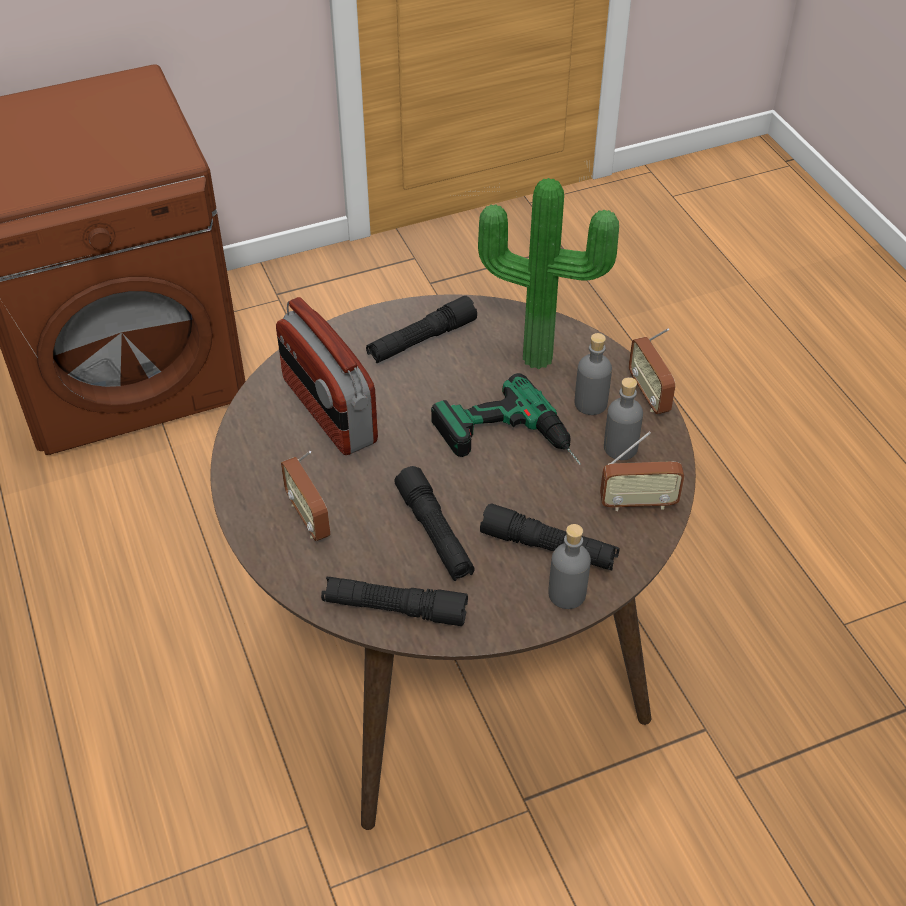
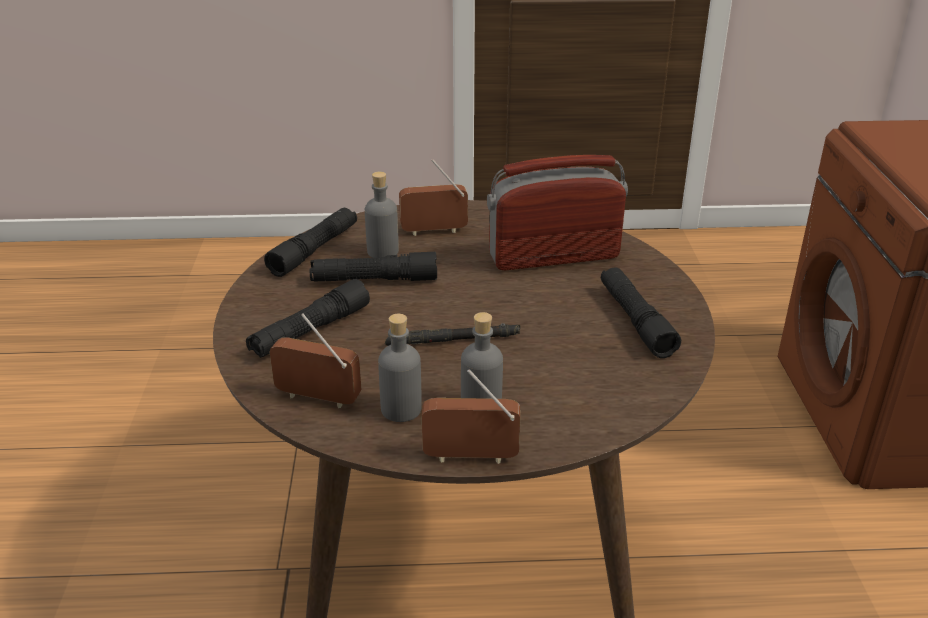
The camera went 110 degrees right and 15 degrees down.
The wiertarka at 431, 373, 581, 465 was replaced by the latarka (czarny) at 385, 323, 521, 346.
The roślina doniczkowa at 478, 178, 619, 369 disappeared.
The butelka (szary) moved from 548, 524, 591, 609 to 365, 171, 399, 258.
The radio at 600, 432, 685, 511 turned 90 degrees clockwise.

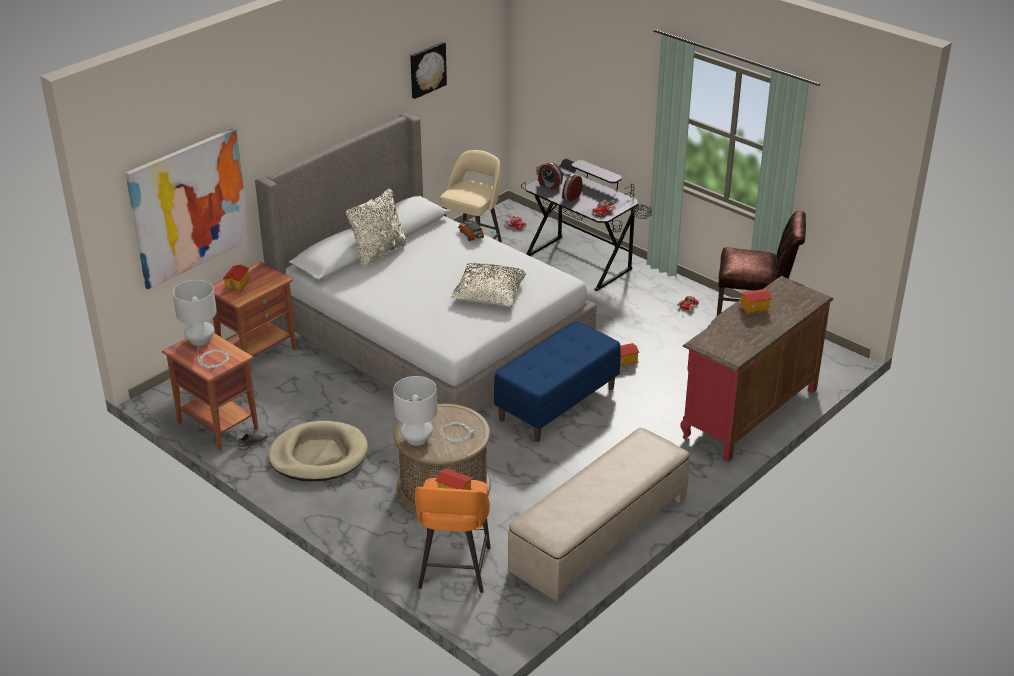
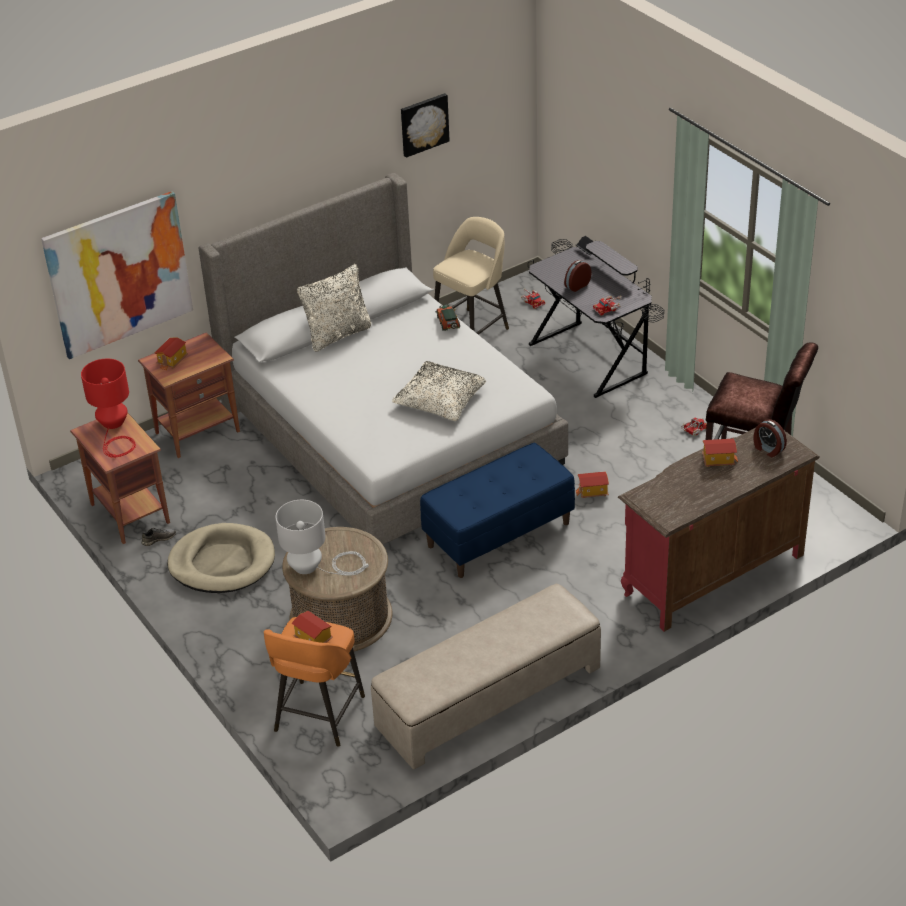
The camera went 15 degrees right and 5 degrees up.
The lampa stołowa (biały) at 173, 280, 229, 369 became the lampa stołowa (czerwony) at 81, 358, 136, 459.
The budzik moved from 538, 162, 563, 190 to 754, 419, 787, 457.

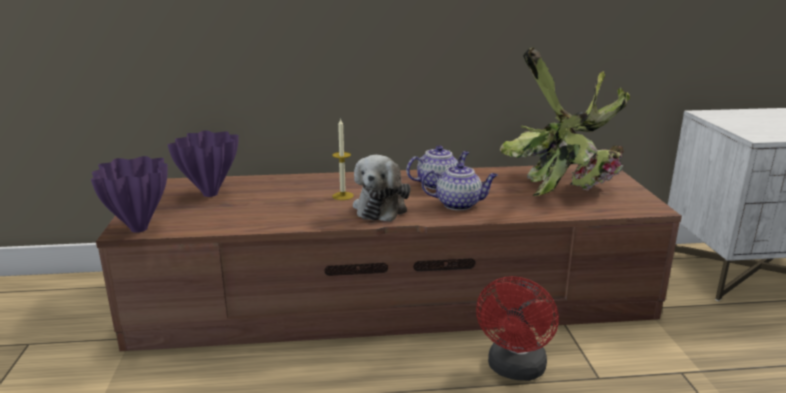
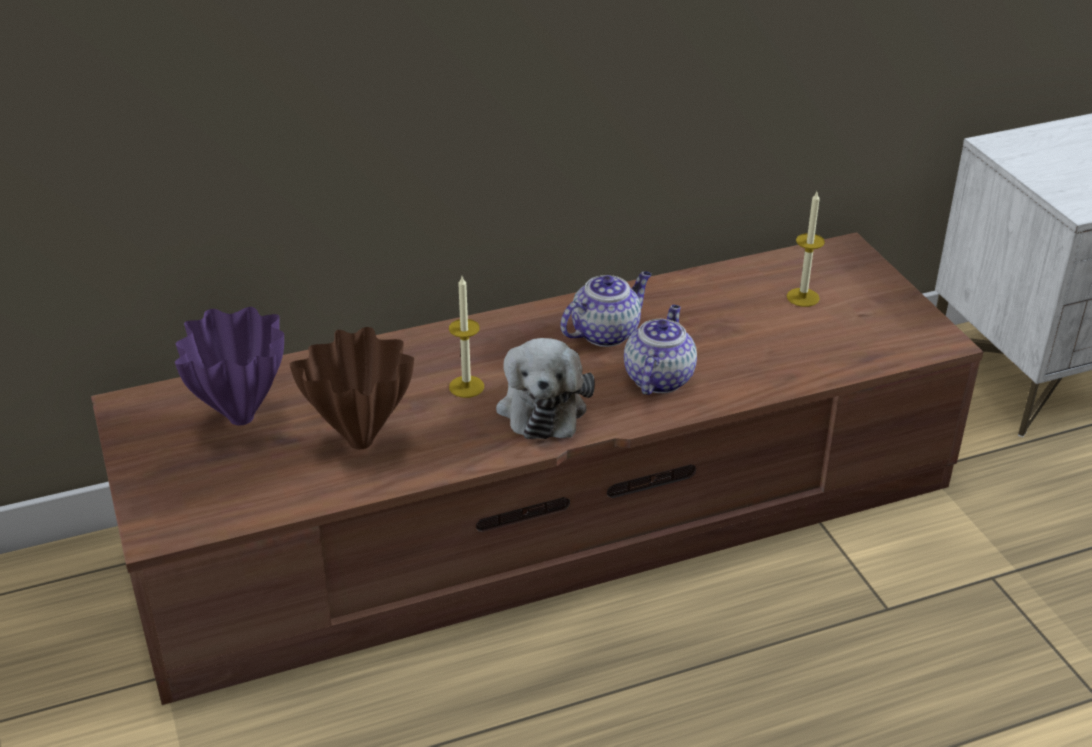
The camera went 15 degrees left and 15 degrees up.
The wazon (fioletowy) at 91, 156, 168, 233 disappeared.
The imbryk at 421, 162, 498, 210 turned 60 degrees counterclockwise.
The wentylator (czerwony) at 476, 276, 559, 381 disappeared.
The roślina doniczkowa at 500, 48, 630, 196 was replaced by the świeca at 787, 192, 825, 307.
The wazon (brązowy) at 289, 327, 414, 449 appeared.

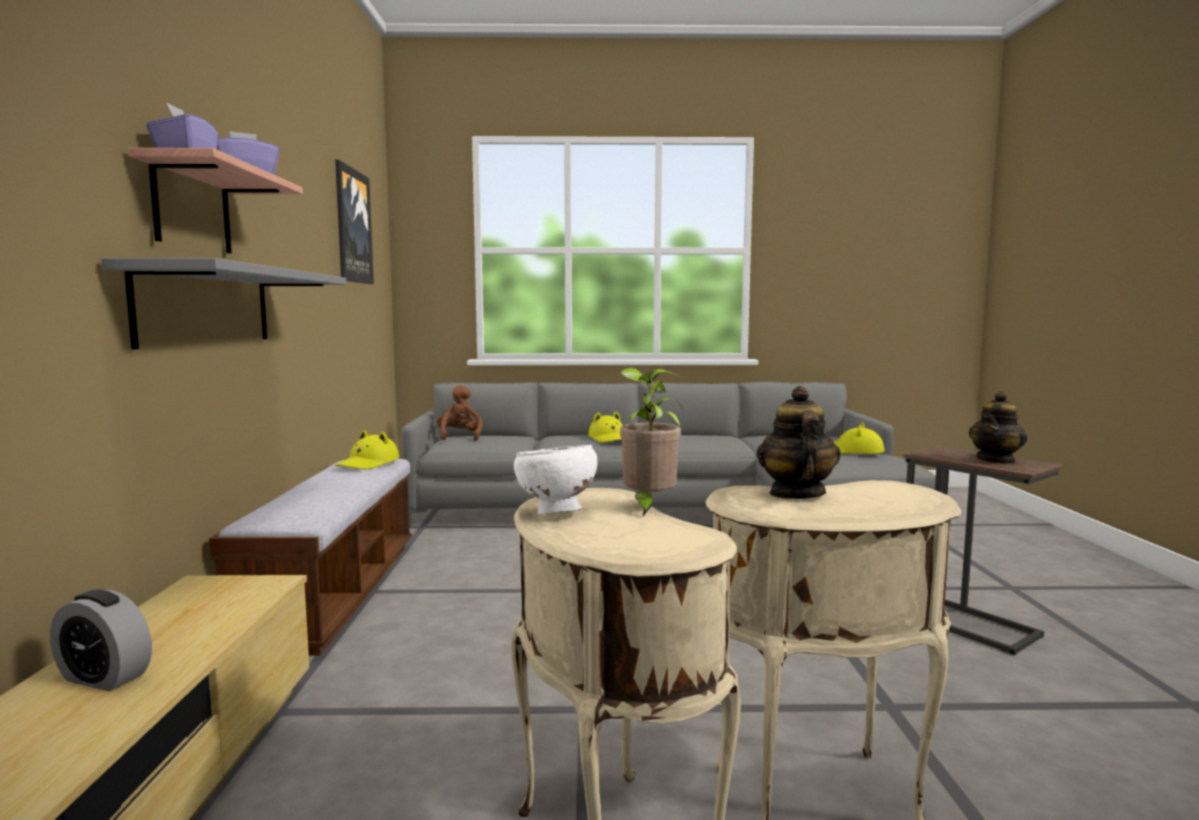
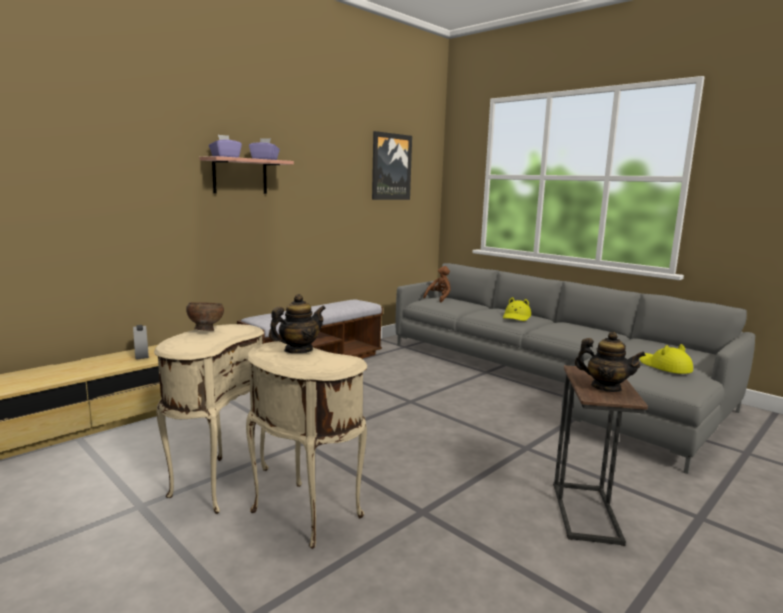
The camera went 45 degrees right and 5 degrees up.
The półka (szary) at 101, 258, 346, 349 disappeared.
The kapelusz (żółty) at 335, 430, 399, 469 disappeared.
The miska (biały) at 514, 445, 597, 514 became the miska (brązowy) at 186, 302, 224, 331.
The roślina doniczkowa at 619, 368, 683, 516 disappeared.
The imbryk at 969, 391, 1027, 464 turned 150 degrees counterclockwise.

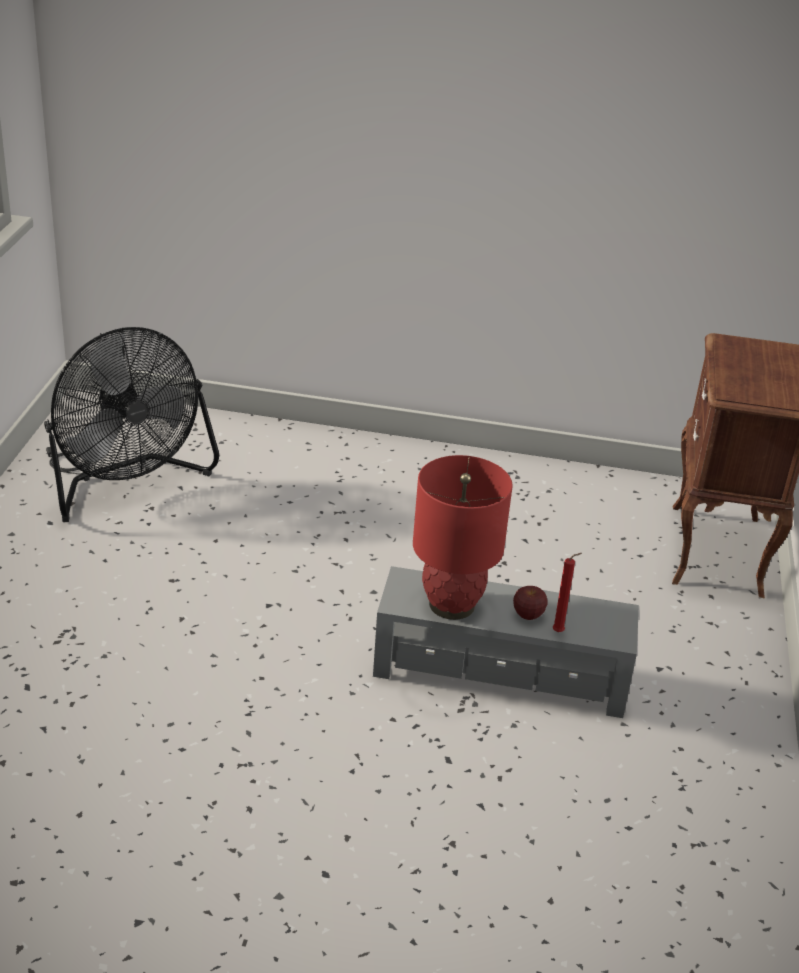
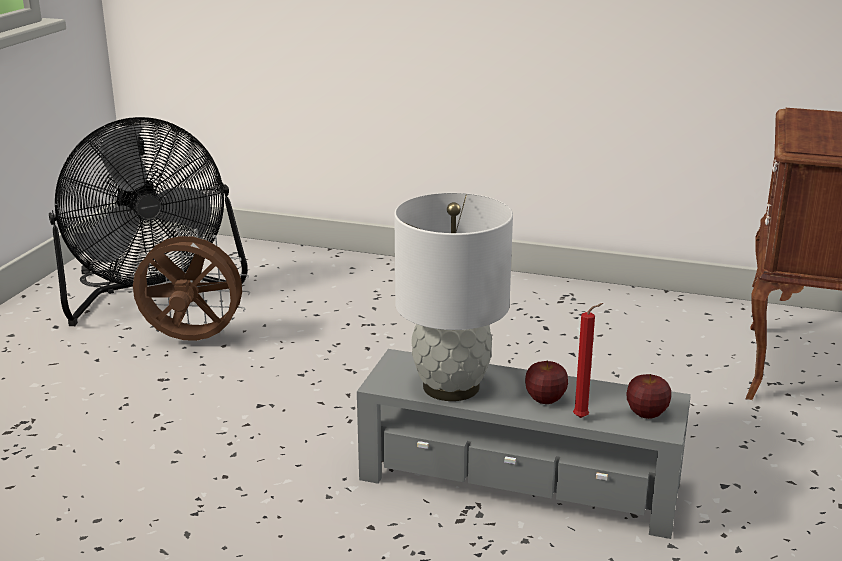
The camera went 10 degrees right and 10 degrees down.
The lampa stołowa (czerwony) at 413, 455, 513, 620 became the lampa stołowa (biały) at 394, 193, 513, 401.
The wentylator (brązowy) at 133, 228, 250, 341 appeared.
The jabłko at 626, 374, 671, 419 appeared.

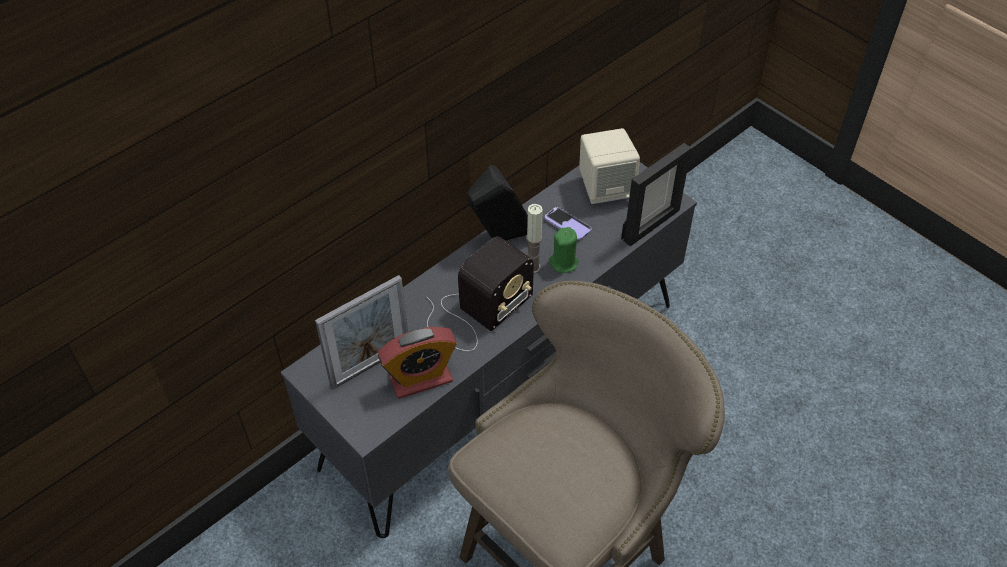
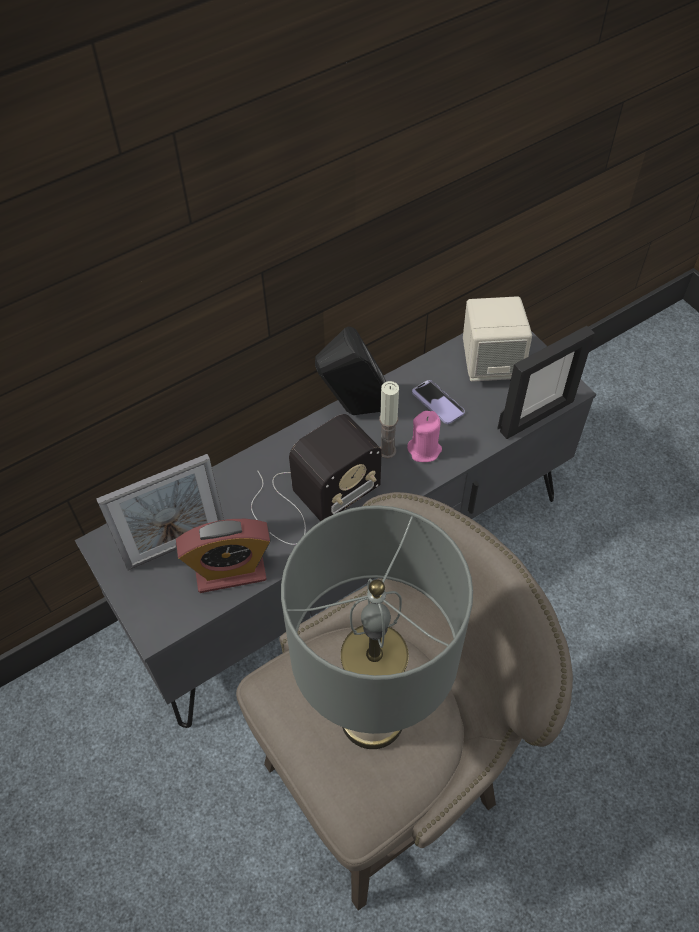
The camera went 10 degrees right and 5 degrees up.
The świeca (zielony) at 549, 227, 579, 273 became the świeca (różowy) at 407, 411, 442, 462.
The lampa stołowa (szary) at 281, 505, 473, 749 appeared.

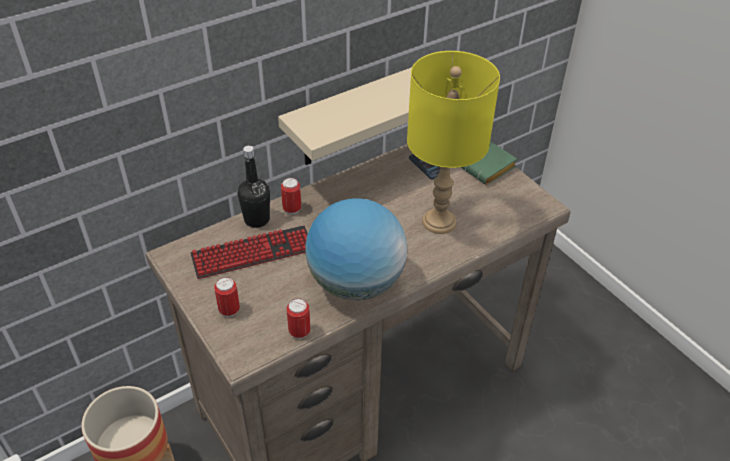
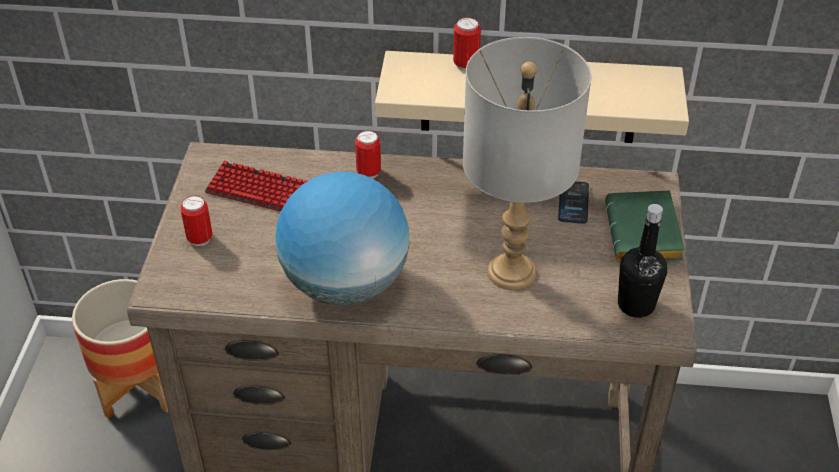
The camera went 40 degrees right and 0 degrees up.
The butelka (czarny) moved from 238, 146, 270, 228 to 618, 204, 667, 318.
The puszka moved from 287, 298, 311, 339 to 453, 17, 481, 71.
The lampa stołowa (żółty) at 407, 51, 500, 234 became the lampa stołowa (szary) at 463, 37, 591, 290.

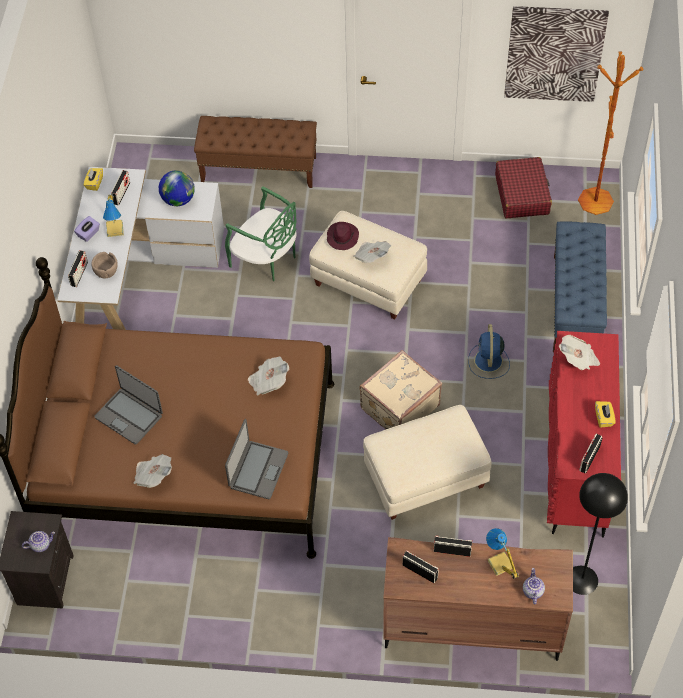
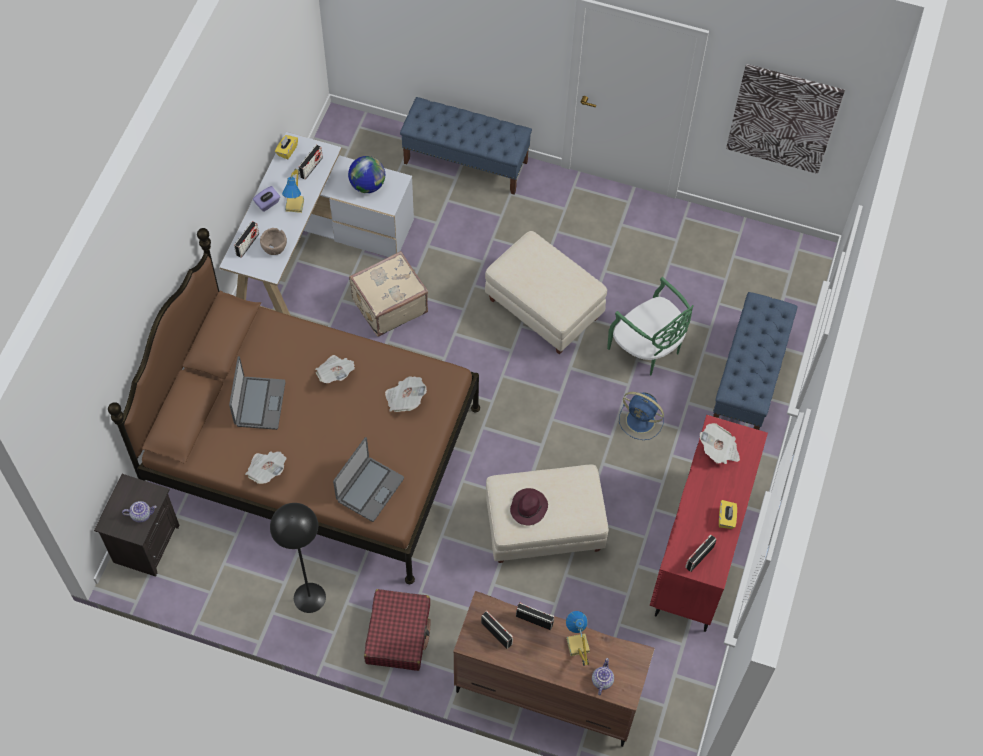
The camera went 10 degrees right and 5 degrees up.
The laptop at 94, 365, 163, 445 turned 135 degrees counterclockwise.
The ławka (brązowy) at 194, 116, 317, 188 became the ławka (niebieski) at 400, 97, 532, 195.
The krzesło (zielony) moved from 225, 186, 297, 281 to 607, 277, 693, 375.
The kapelusz (fioletowy) moved from 327, 222, 359, 250 to 510, 488, 548, 526.
The gazeta moved from 353, 241, 391, 263 to 315, 355, 355, 383.
The walizka (beżowy) moved from 360, 350, 442, 429 to 349, 251, 428, 337.
The wentylator (niebieski) at 468, 324, 510, 379 turned 75 degrees counterclockwise.
The walizka (czerwony) moved from 495, 157, 552, 218 to 364, 589, 431, 671.
The lampa stojąca (czarny) moved from 573, 473, 628, 595 to 270, 503, 326, 613.
The wieszak (pomarańczowy) at 578, 51, 644, 215 disappeared.

